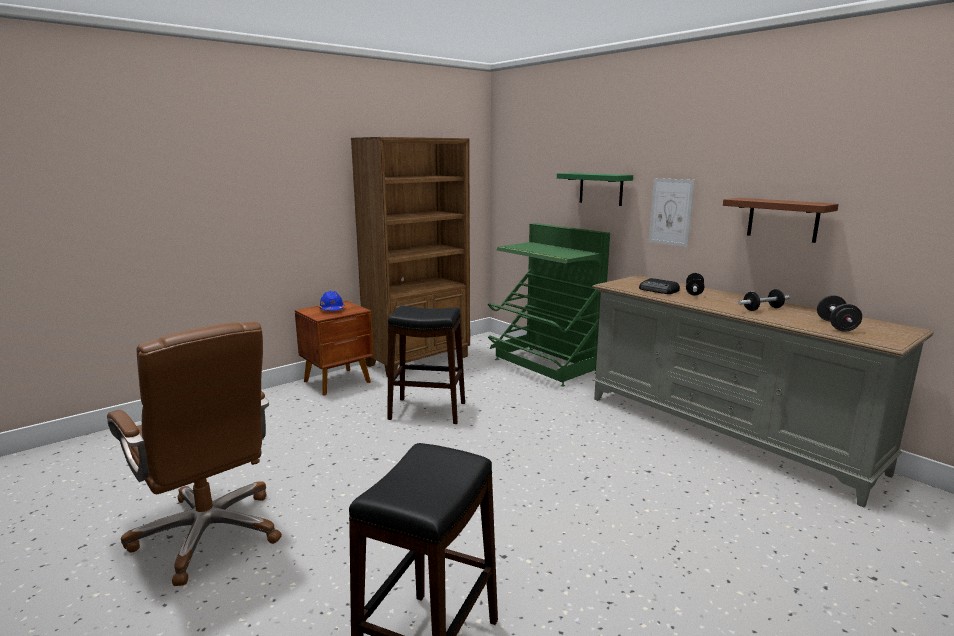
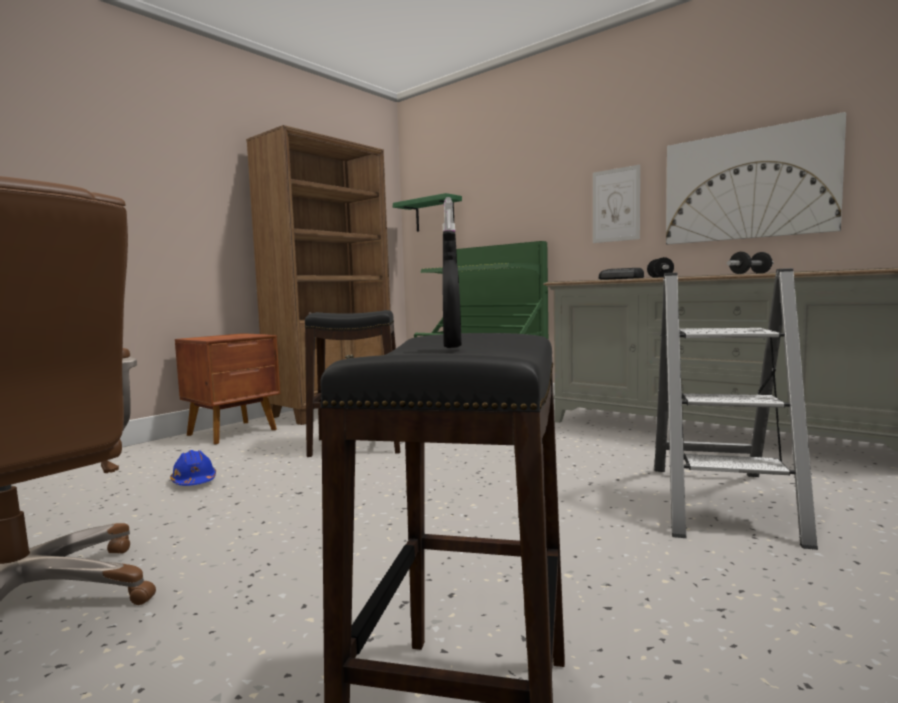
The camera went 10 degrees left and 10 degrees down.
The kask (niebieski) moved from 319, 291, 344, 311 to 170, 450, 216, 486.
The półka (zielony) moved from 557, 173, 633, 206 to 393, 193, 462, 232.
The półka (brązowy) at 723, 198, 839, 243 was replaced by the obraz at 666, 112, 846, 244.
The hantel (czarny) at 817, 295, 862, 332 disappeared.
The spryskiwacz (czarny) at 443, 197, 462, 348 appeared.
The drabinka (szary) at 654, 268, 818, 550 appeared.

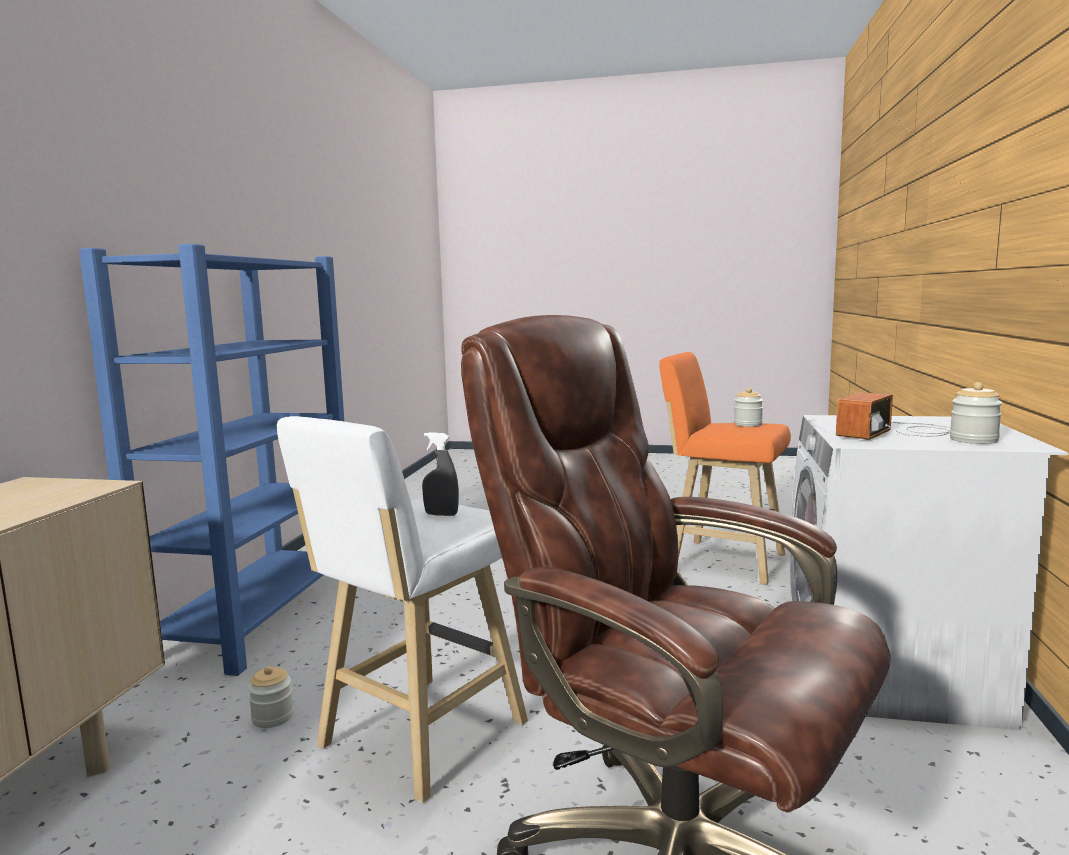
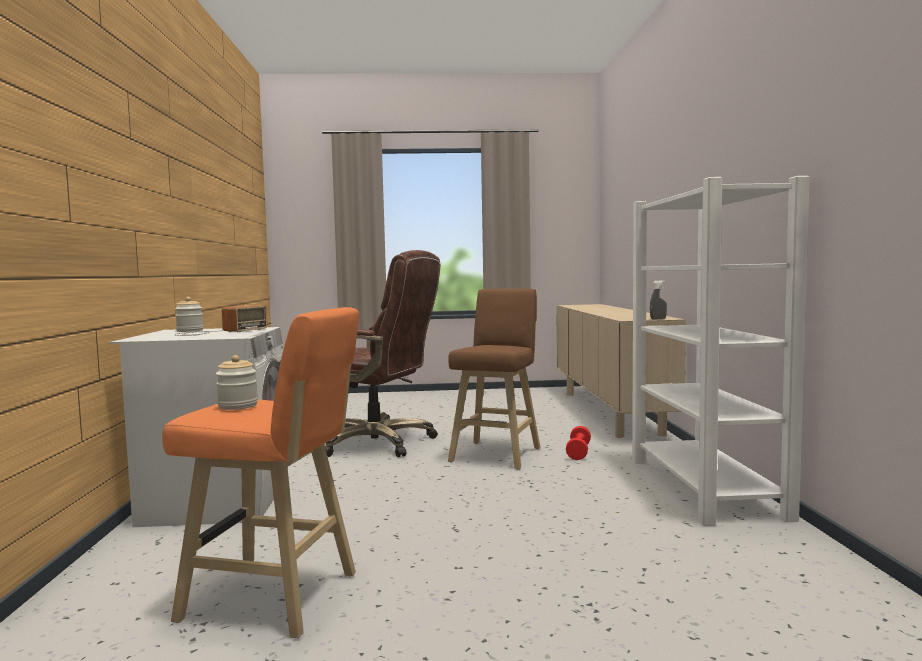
The camera went 165 degrees right and 5 degrees down.
The regał (niebieski) at 79, 244, 344, 676 became the regał (biały) at 632, 176, 809, 526.
The słoik at 248, 666, 294, 728 was replaced by the hantel (czerwony) at 566, 426, 591, 460.
The stołek (biały) at 277, 416, 528, 803 became the stołek (brązowy) at 448, 288, 540, 469.
The spryskiwacz (szary) moved from 422, 432, 459, 516 to 650, 280, 667, 319.

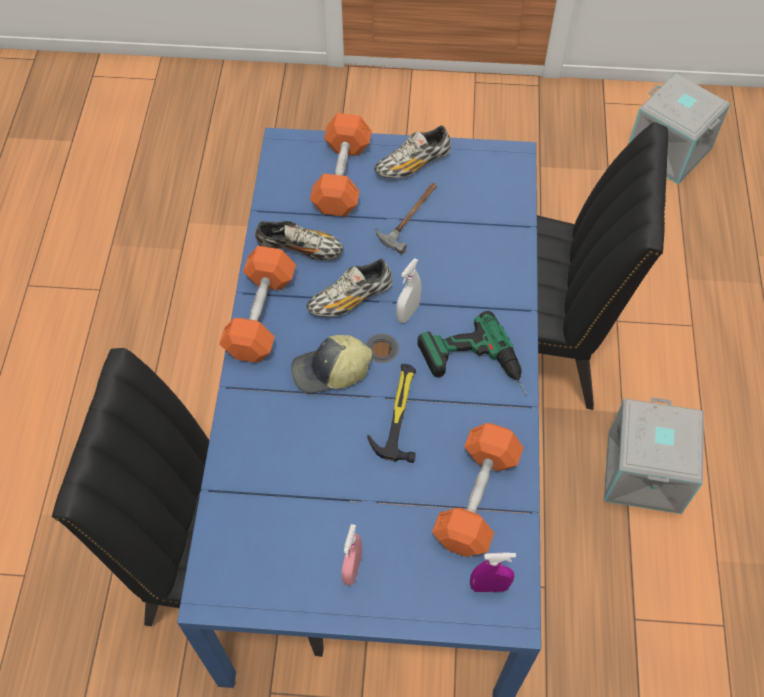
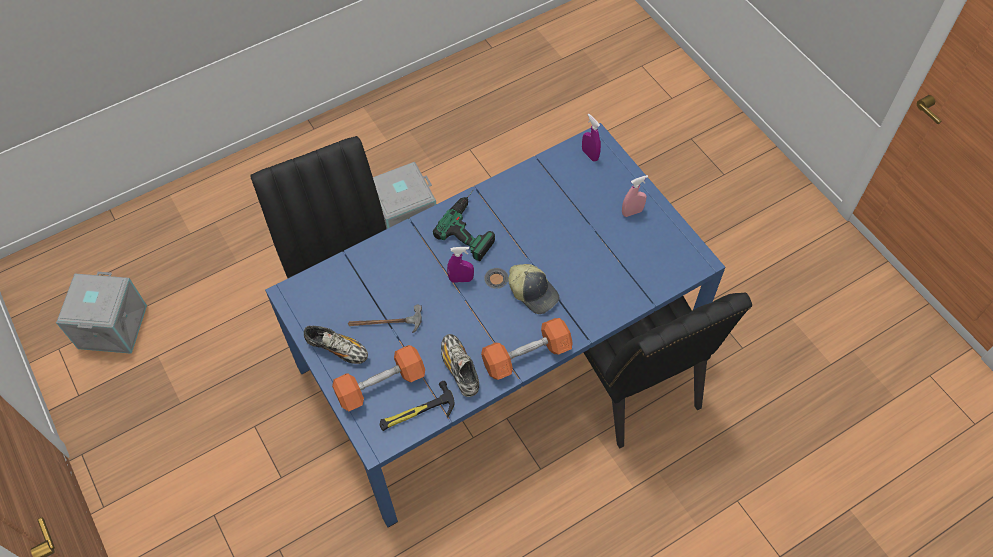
The camera went 125 degrees left and 0 degrees up.
The but at 307, 259, 392, 317 disappeared.
The młotek moved from 367, 364, 416, 463 to 380, 381, 454, 431.
The spryskiwacz (biały) at 396, 258, 421, 323 became the spryskiwacz (fioletowy) at 447, 247, 474, 283.
The hantel (pomarańczowy) at 432, 423, 524, 557 disappeared.

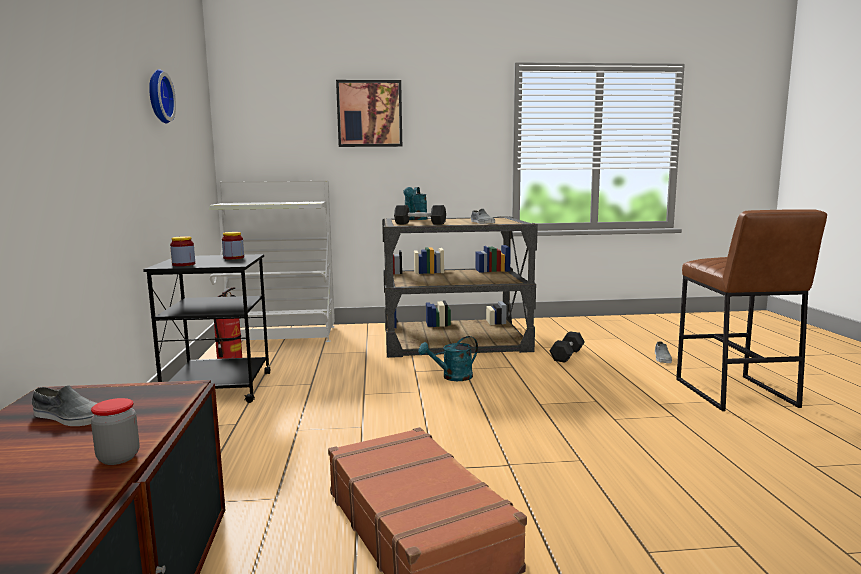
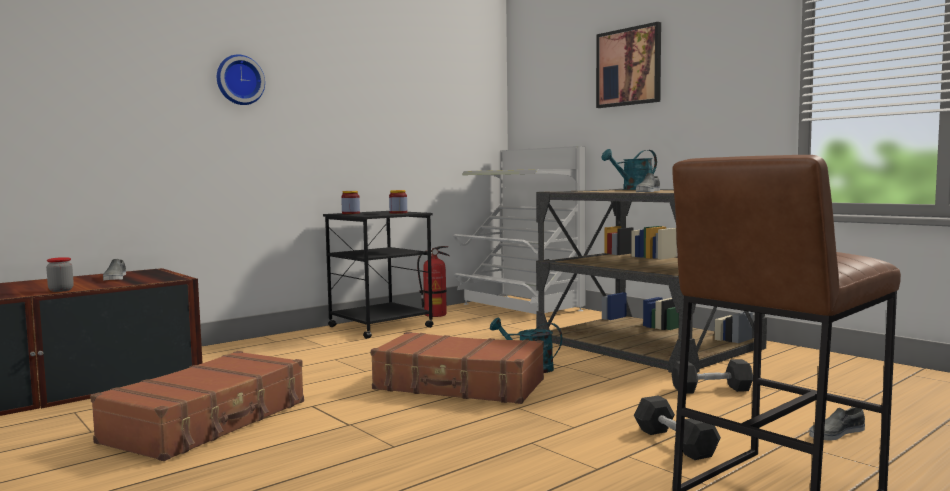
The camera went 55 degrees right and 5 degrees down.
The zegar ścienny moved from 149, 69, 176, 124 to 217, 55, 265, 105.
The hantel (czarny) moved from 394, 205, 446, 225 to 634, 396, 721, 460.
The walizka (brązowy) at 371, 332, 544, 404 appeared.

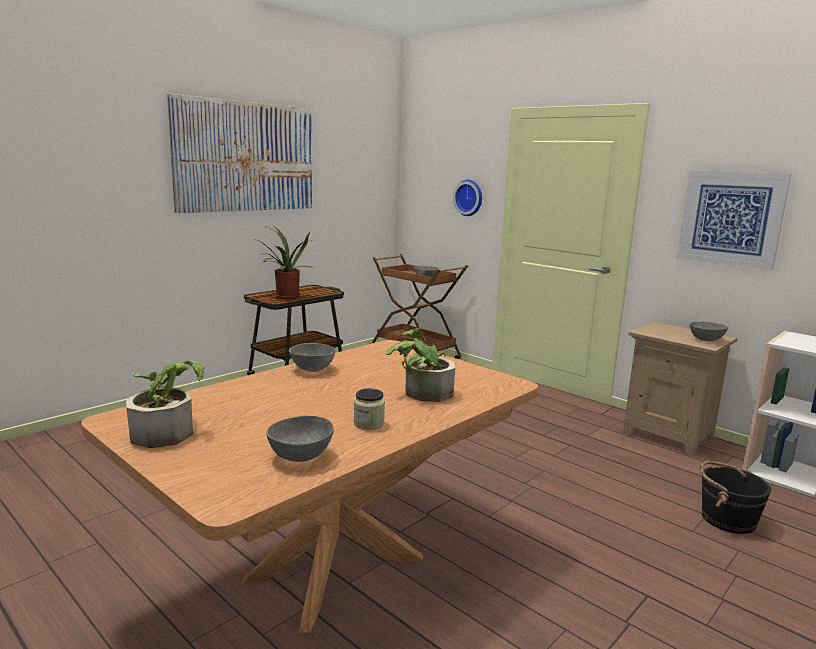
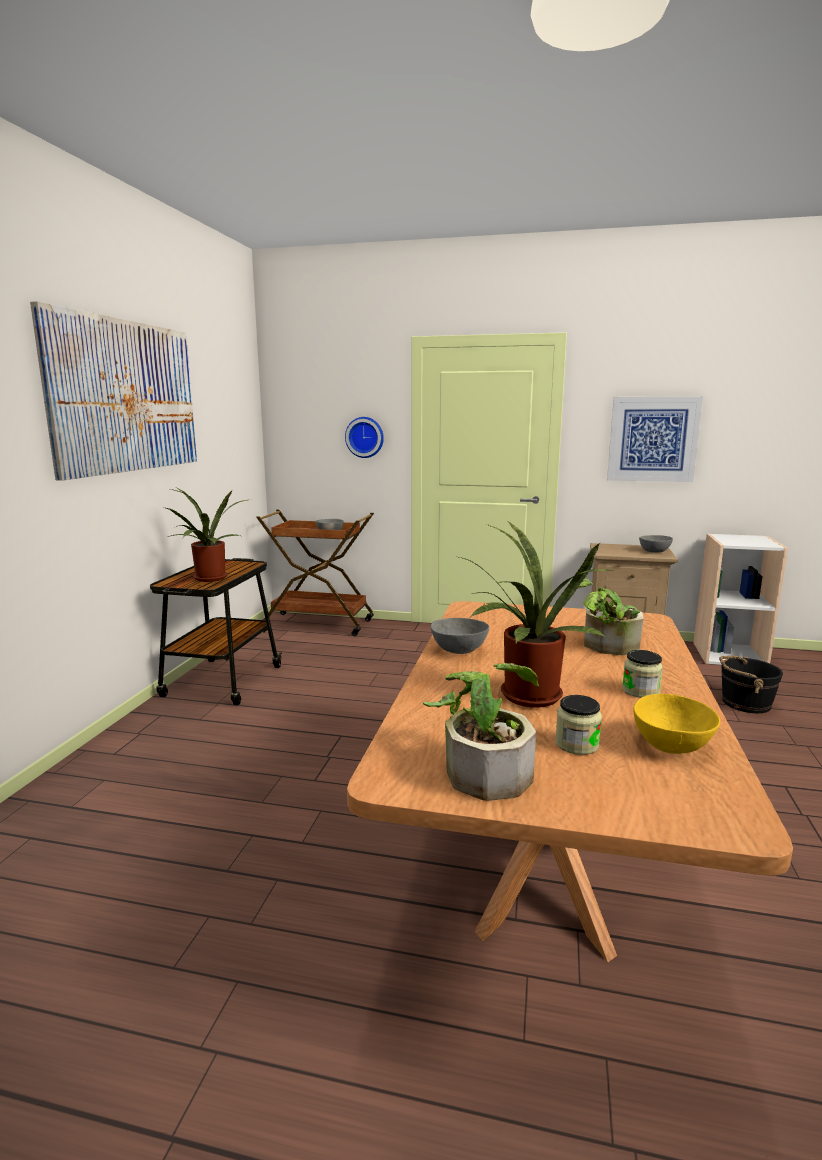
The camera went 30 degrees left and 0 degrees up.
The miska (szary) at 266, 416, 334, 462 became the miska (żółty) at 633, 694, 720, 754.
The roślina doniczkowa at 459, 522, 613, 708 appeared.
The słoik at 555, 695, 602, 755 appeared.

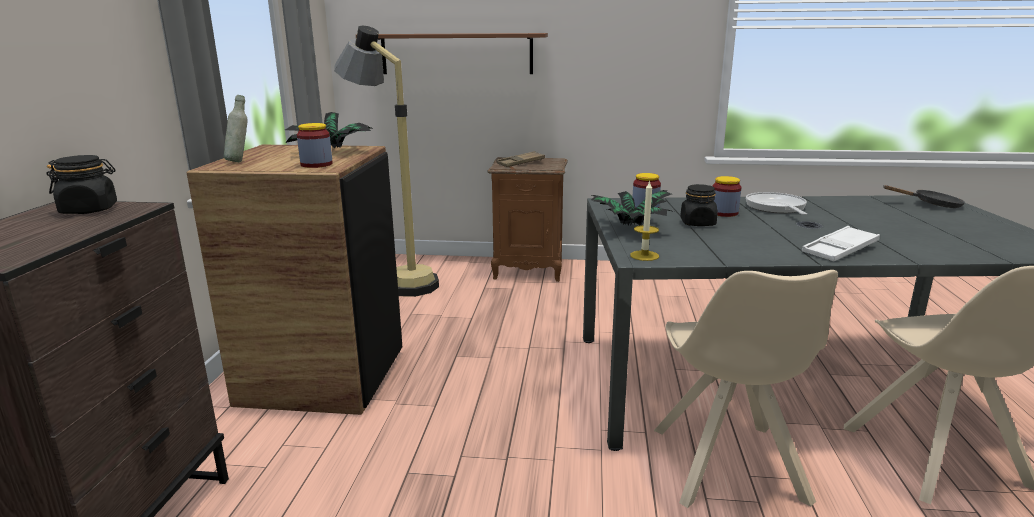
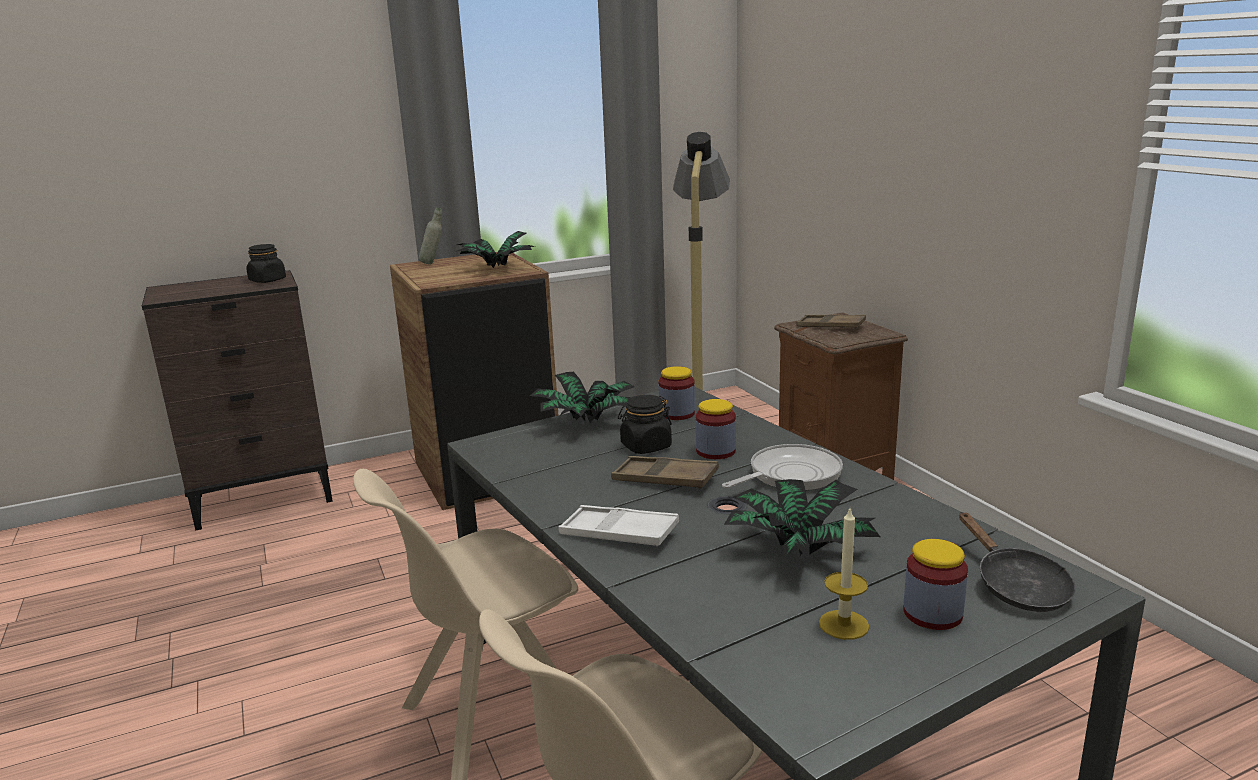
The camera went 60 degrees right and 0 degrees up.
The słoik moved from 297, 123, 333, 168 to 903, 539, 968, 630.
The półka (brązowy) at 356, 33, 548, 74 disappeared.
The świeca moved from 630, 180, 659, 261 to 819, 509, 870, 640.
The taca (brązowy) at 611, 456, 719, 489 appeared.
The roślina doniczkowa at 724, 479, 880, 560 appeared.

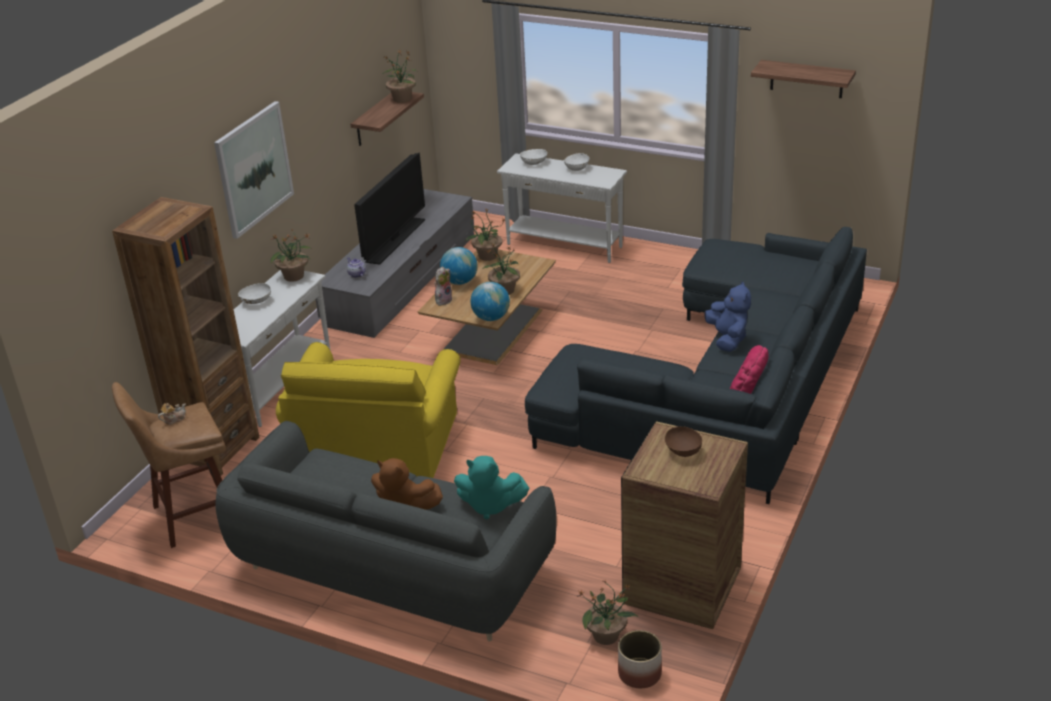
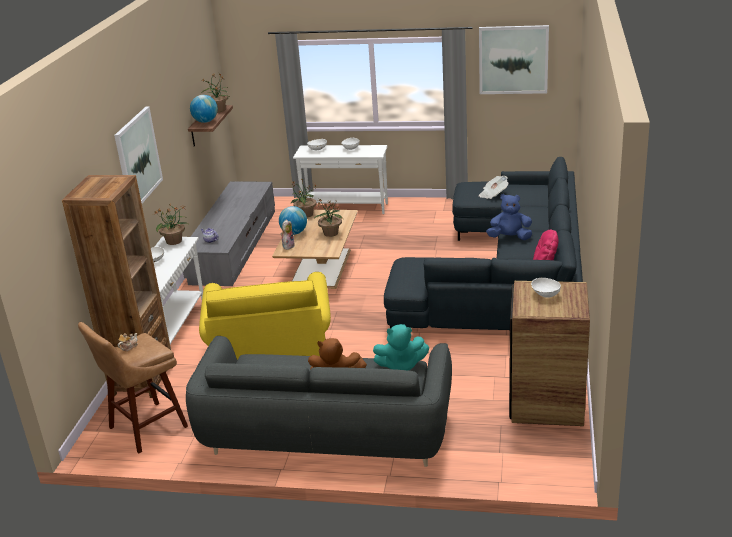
The camera went 15 degrees left and 5 degrees down.
The telewizor at 354, 153, 425, 265 disappeared.
The globus moved from 471, 282, 510, 321 to 190, 95, 218, 123.
The roślina doniczkowa at 577, 579, 638, 645 disappeared.
The donica at 618, 630, 662, 688 disappeared.
The miska (brązowy) at 664, 426, 702, 457 became the miska (biały) at 531, 278, 561, 298.
The pluszak (niebieski) at 704, 281, 751, 352 turned 60 degrees counterclockwise.
The półka at 751, 60, 856, 98 was replaced by the obraz at 479, 25, 549, 94.
The gazeta at 479, 176, 508, 199 appeared.

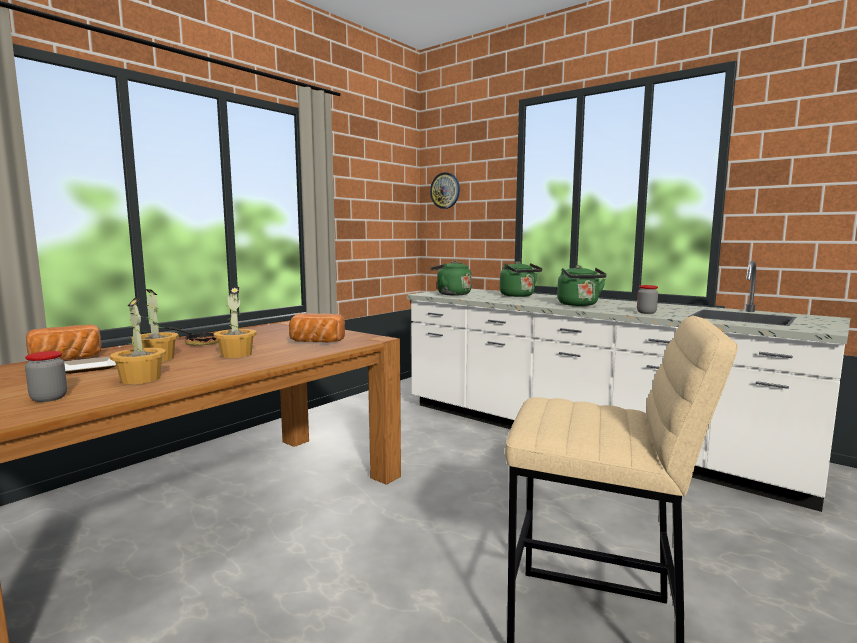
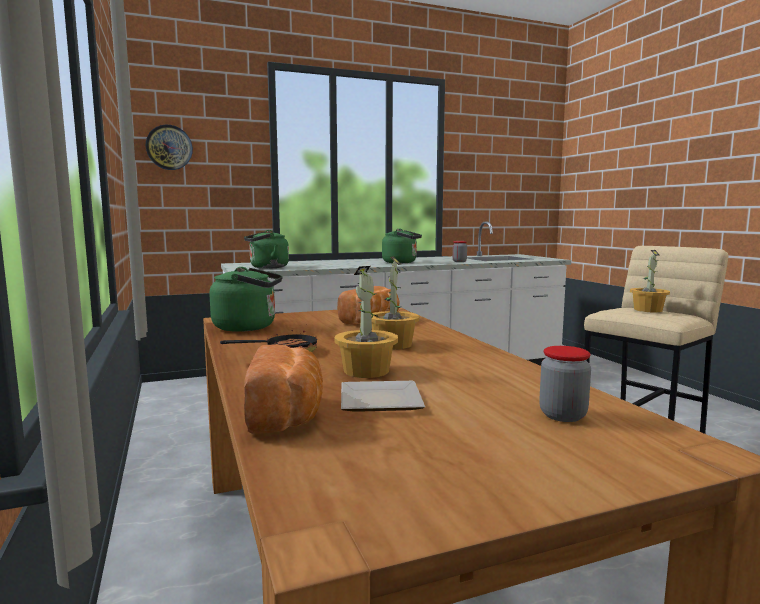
The camera went 60 degrees left and 0 degrees up.
The roślina doniczkowa moved from 110, 298, 166, 384 to 630, 250, 670, 312.
The czajnik (zielony) moved from 500, 261, 542, 297 to 209, 267, 283, 332.

